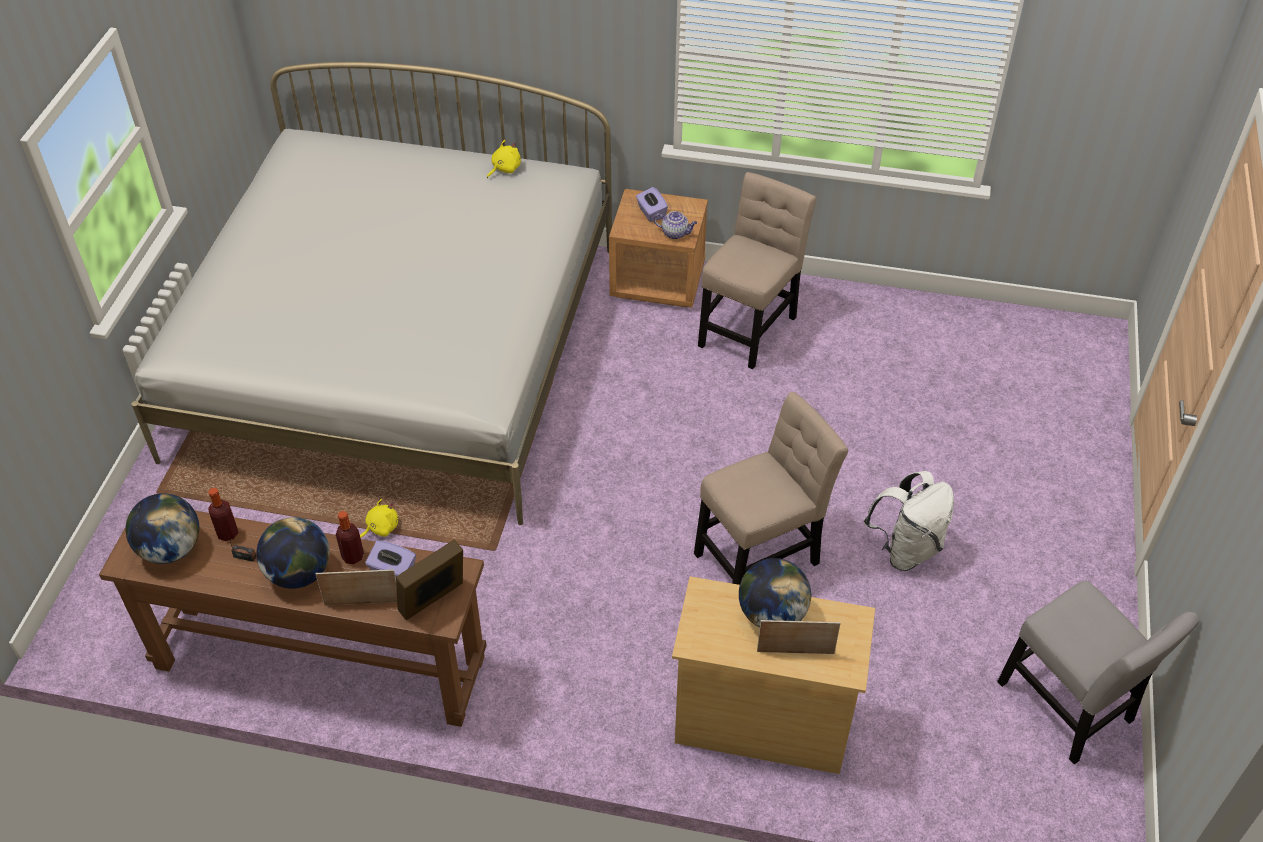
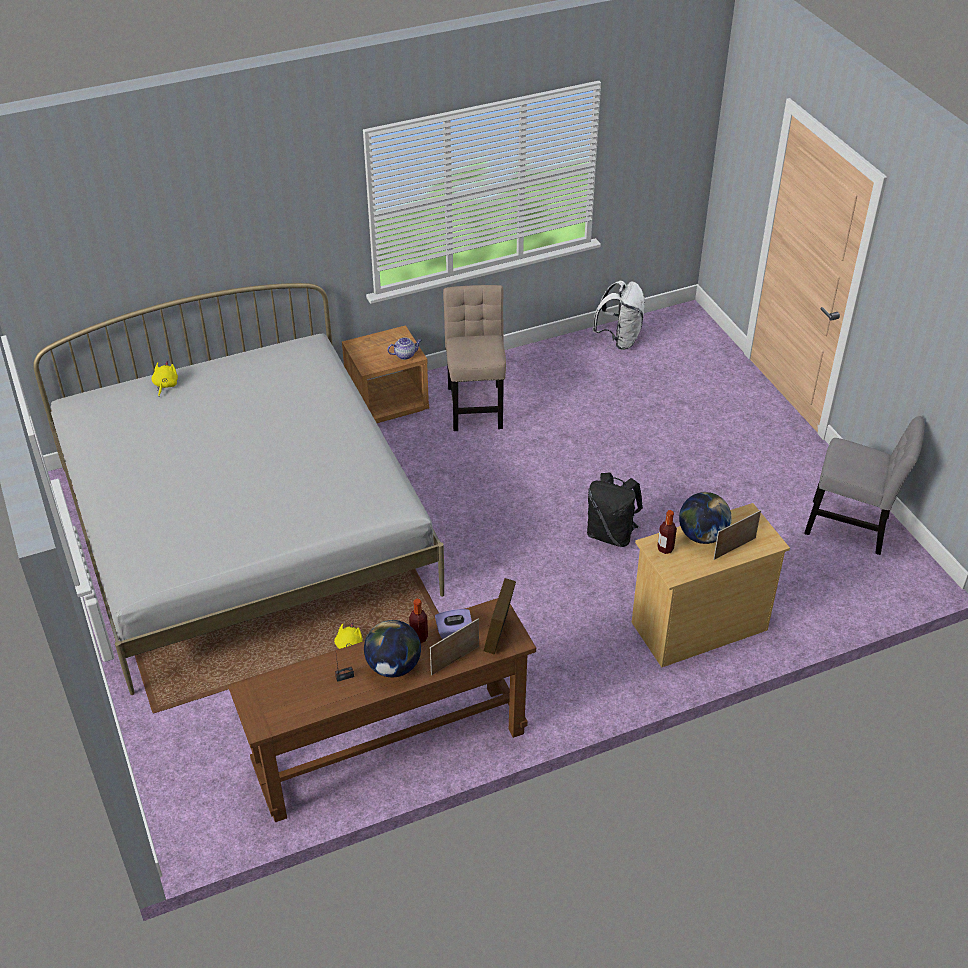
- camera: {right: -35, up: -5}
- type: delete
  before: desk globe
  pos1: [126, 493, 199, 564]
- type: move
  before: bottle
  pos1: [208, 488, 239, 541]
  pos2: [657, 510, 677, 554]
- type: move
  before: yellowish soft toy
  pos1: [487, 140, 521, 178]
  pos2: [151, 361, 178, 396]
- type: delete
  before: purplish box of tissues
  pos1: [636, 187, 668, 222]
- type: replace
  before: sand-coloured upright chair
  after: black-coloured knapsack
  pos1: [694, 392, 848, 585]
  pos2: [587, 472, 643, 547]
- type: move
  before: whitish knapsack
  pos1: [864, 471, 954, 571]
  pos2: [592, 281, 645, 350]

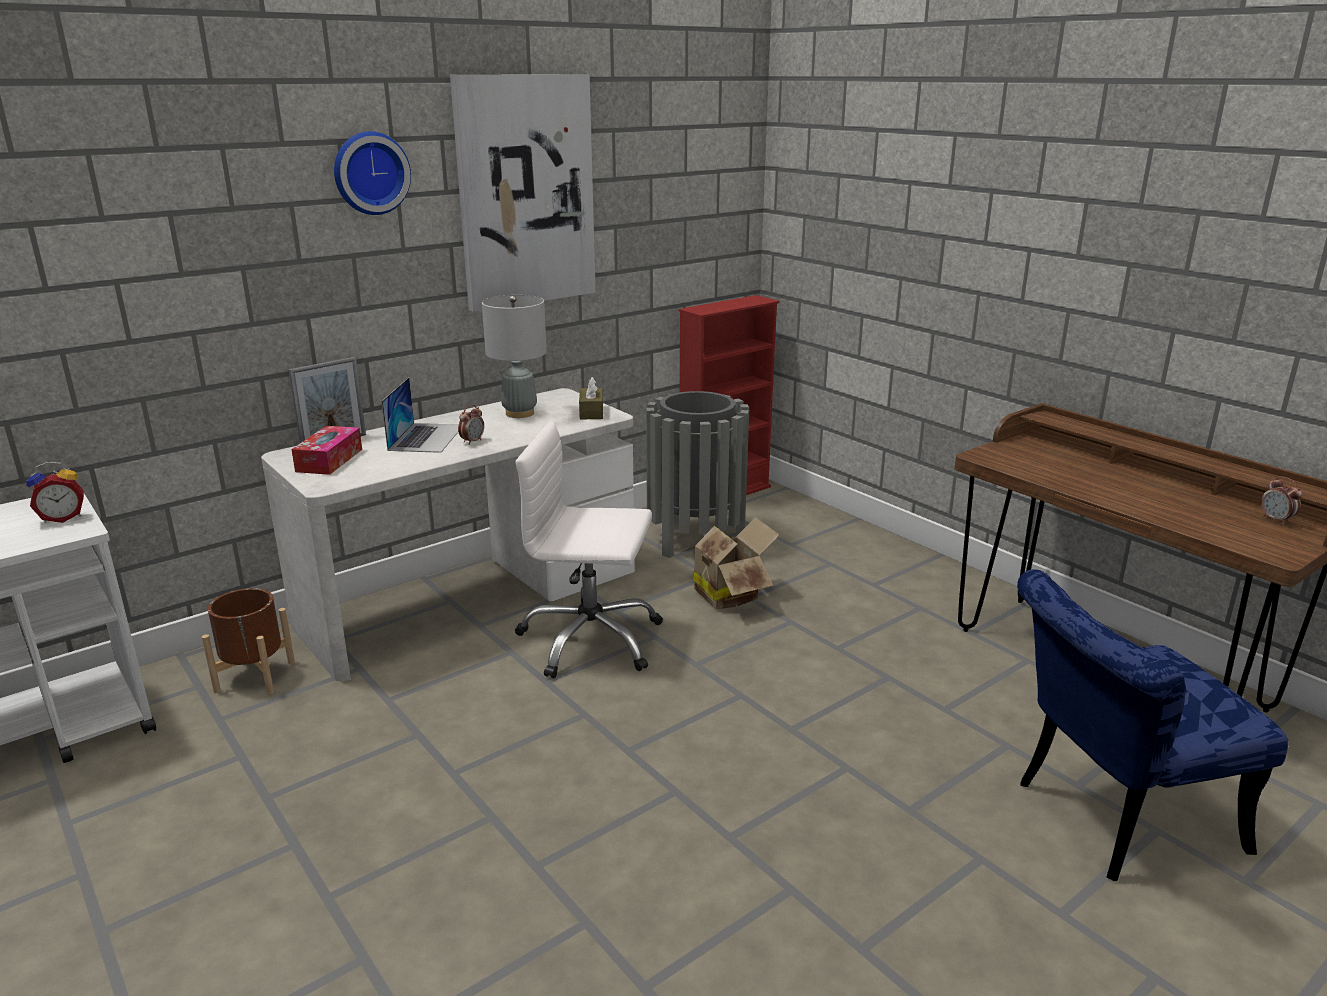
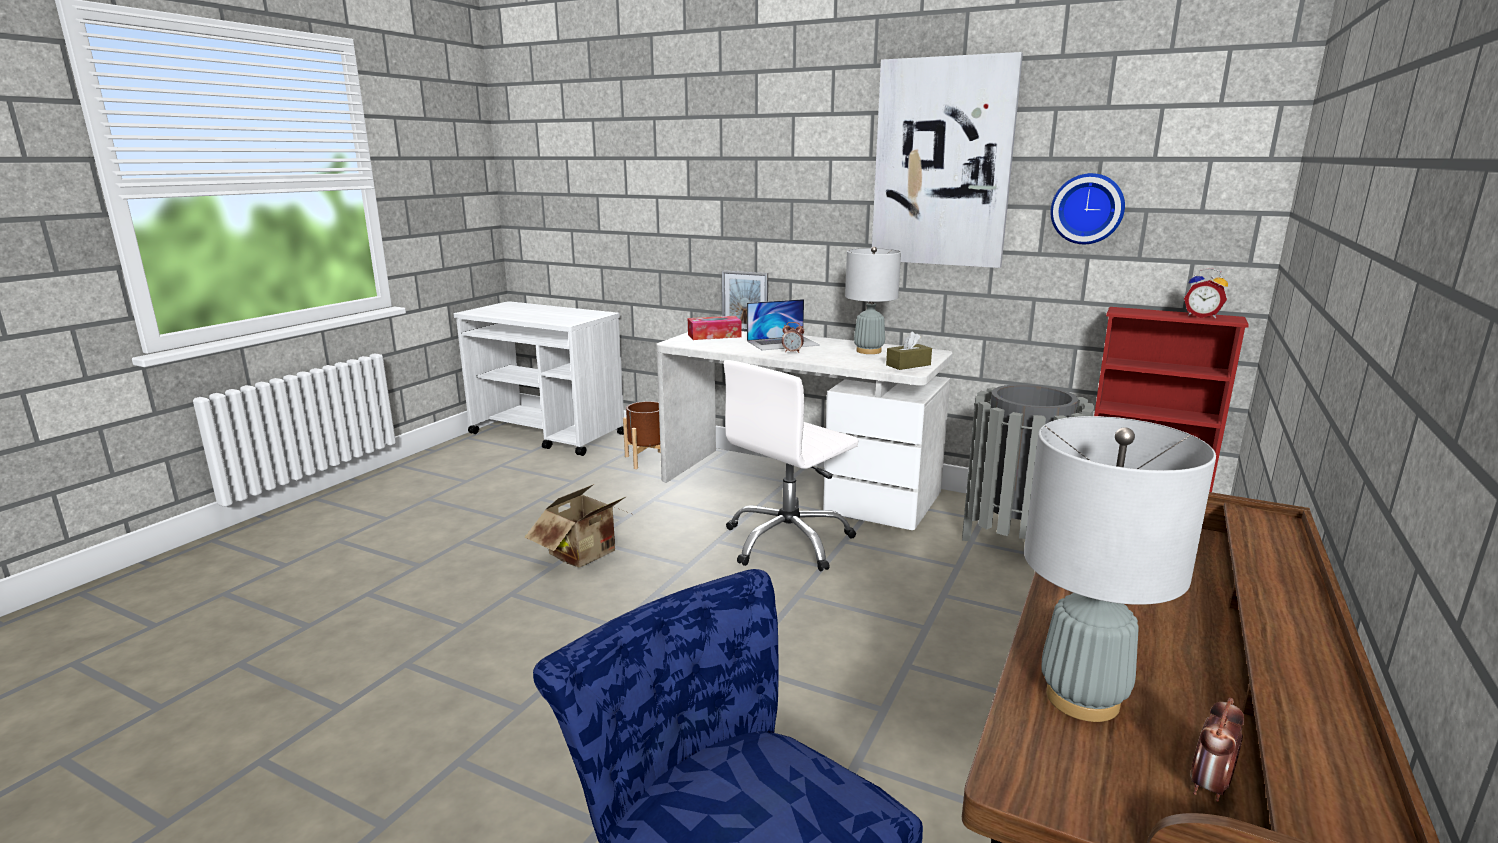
- camera: {right: 65, up: -5}
- type: move
  before: table clock
  pos1: [26, 462, 84, 523]
  pos2: [1184, 268, 1228, 318]
- type: move
  before: clock on the wall
  pos1: [334, 131, 411, 215]
  pos2: [1050, 173, 1125, 244]
- type: rotate
  before: whitish desk chair
  pos1: [515, 422, 663, 678]
  pos2: [724, 360, 858, 571]
  turn: -120
- type: move
  before: carton
  pos1: [683, 517, 780, 610]
  pos2: [525, 484, 634, 568]
- type: insert
  after: greyish tabletop lamp
  pos2: [1024, 416, 1216, 722]

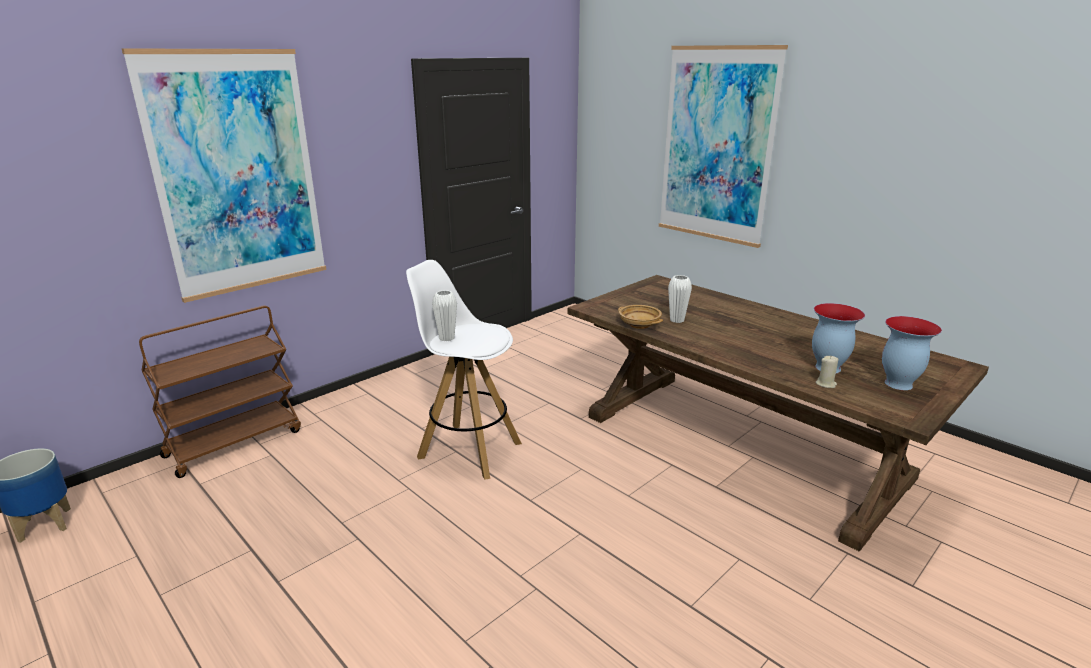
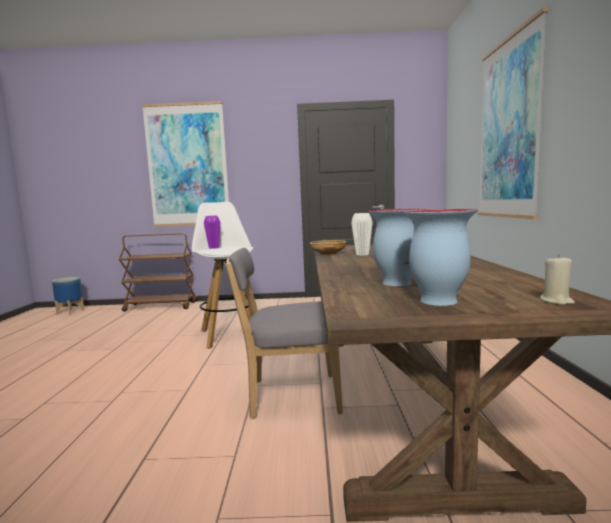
- camera: {right: 45, up: -15}
- type: recolor
  before: whitish flower vase
  after: purplish flower vase
  pos1: [432, 290, 457, 341]
  pos2: [204, 216, 220, 249]
- type: move
  before: sand-coloured candle
  pos1: [816, 356, 838, 388]
  pos2: [540, 255, 575, 305]
- type: insert
  after: greyish upright chair
  pos2: [225, 248, 343, 419]

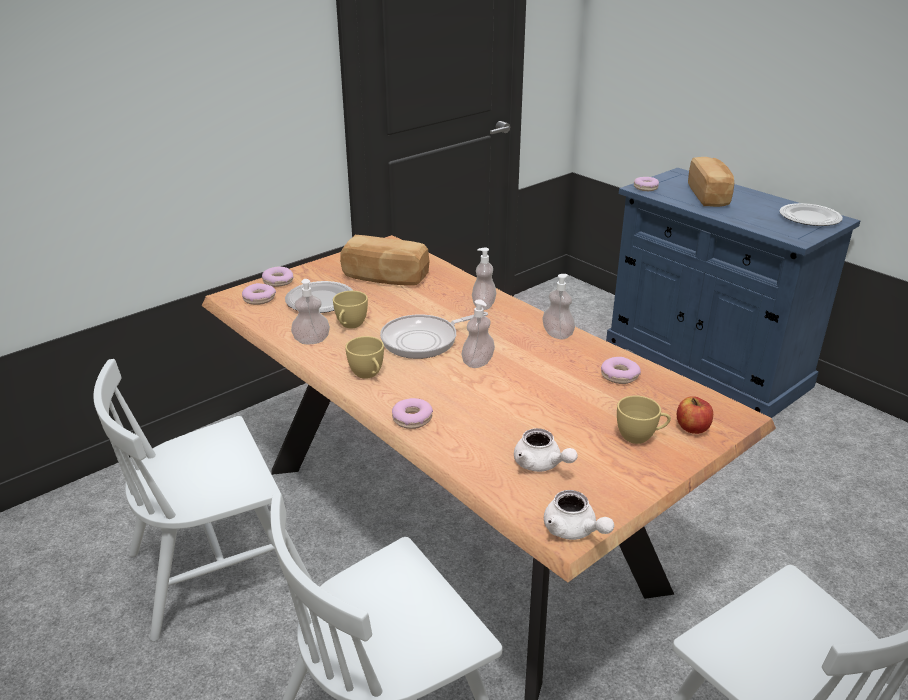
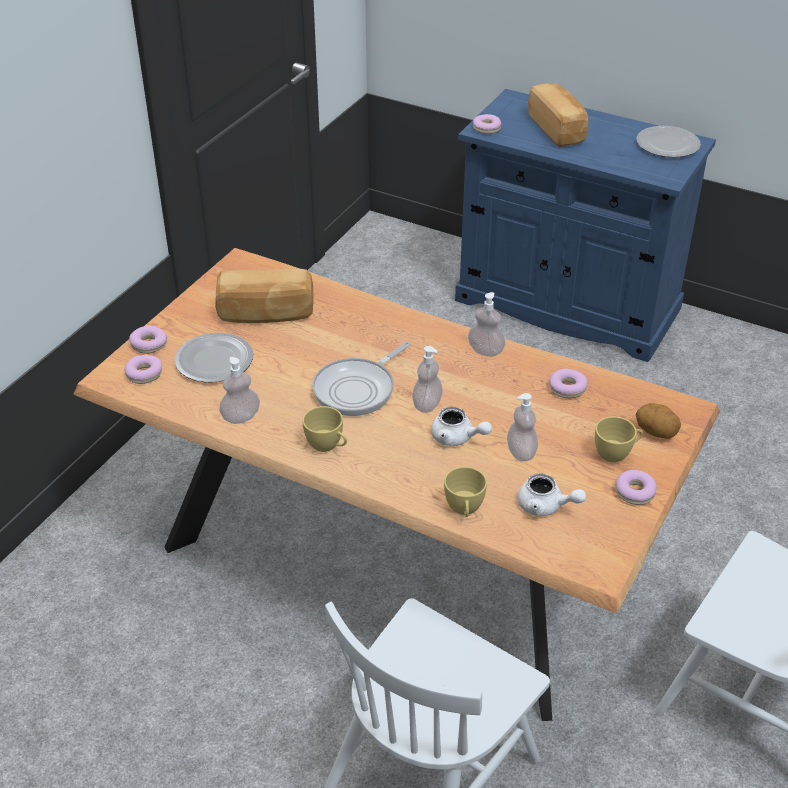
- camera: {right: -20, up: 10}
- type: delete
  before: whitish upright chair
  pos1: [93, 359, 280, 641]
- type: move
  before: yellowish small cup
  pos1: [333, 291, 368, 328]
  pos2: [444, 467, 487, 517]
- type: move
  before: doughnut
  pos1: [392, 398, 433, 429]
  pos2: [615, 470, 657, 505]
- type: move
  before: soap dispenser
  pos1: [472, 247, 496, 310]
  pos2: [507, 393, 538, 462]
- type: move
  before: whitish teapot
  pos1: [544, 490, 614, 540]
  pos2: [431, 407, 492, 446]
- type: replace
  before: apple
  after: spud
  pos1: [677, 396, 713, 434]
  pos2: [636, 403, 681, 439]

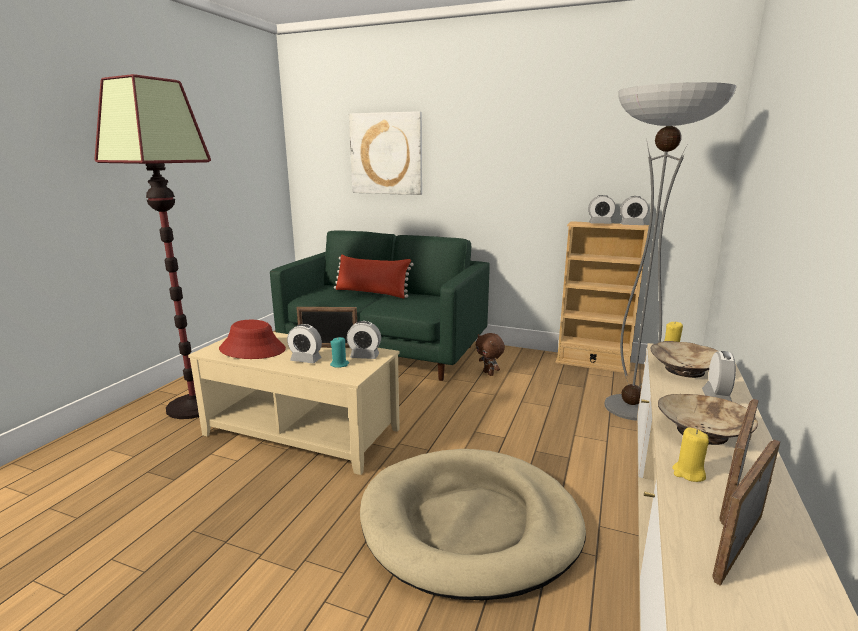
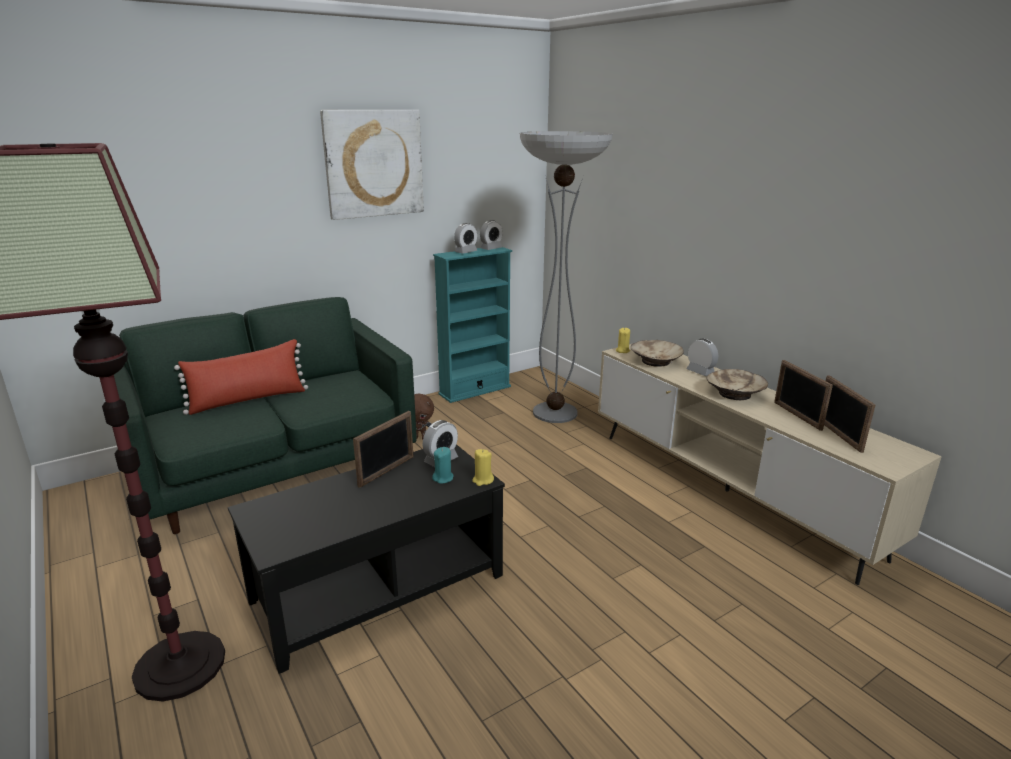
- camera: {right: -55, up: 5}
- type: recolor
  before: sand-coloured coffee table
  after: black-coloured coffee table
  pos1: [188, 332, 400, 475]
  pos2: [228, 444, 505, 674]
- type: delete
  before: red hat
  pos1: [219, 320, 286, 359]
- type: delete
  before: table clock
  pos1: [287, 324, 322, 363]
- type: move
  before: wall picture
  pos1: [349, 111, 422, 195]
  pos2: [320, 110, 424, 220]
- type: delete
  before: sand-coloured dog cushion
  pos1: [360, 449, 586, 601]
- type: recolor
  before: sand-coloured bookcase
  after: turquoise-coloured bookcase
  pos1: [556, 221, 649, 374]
  pos2: [433, 247, 512, 403]
- type: move
  before: yellowish candle
  pos1: [672, 427, 709, 482]
  pos2: [472, 449, 494, 486]

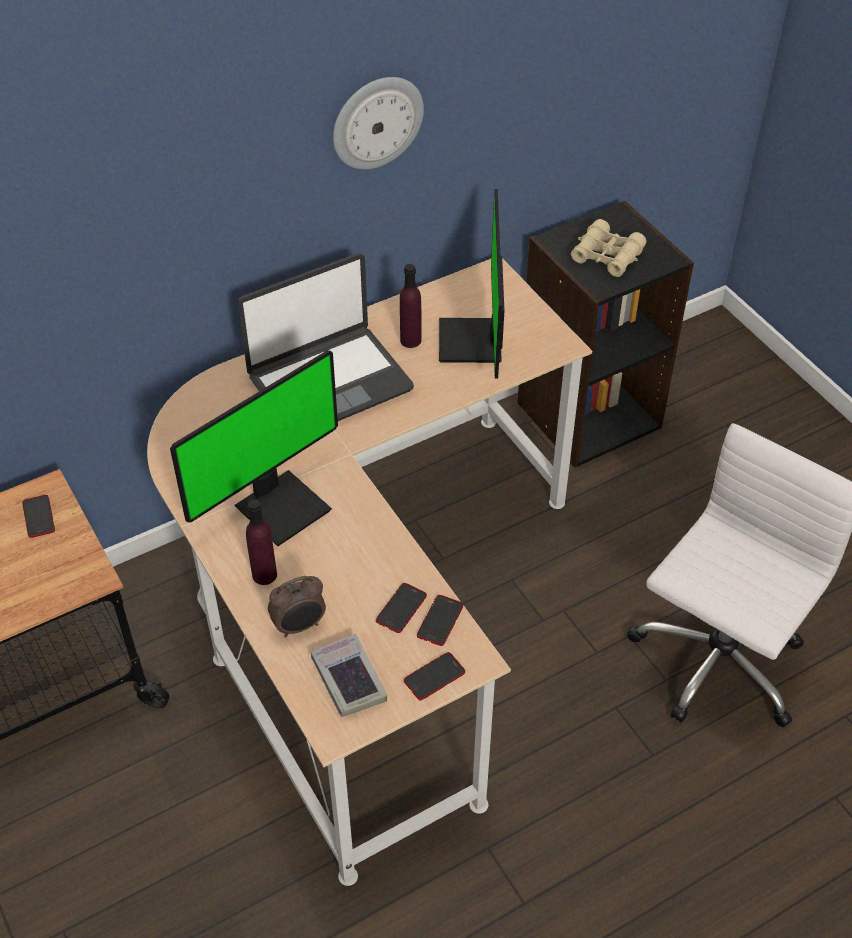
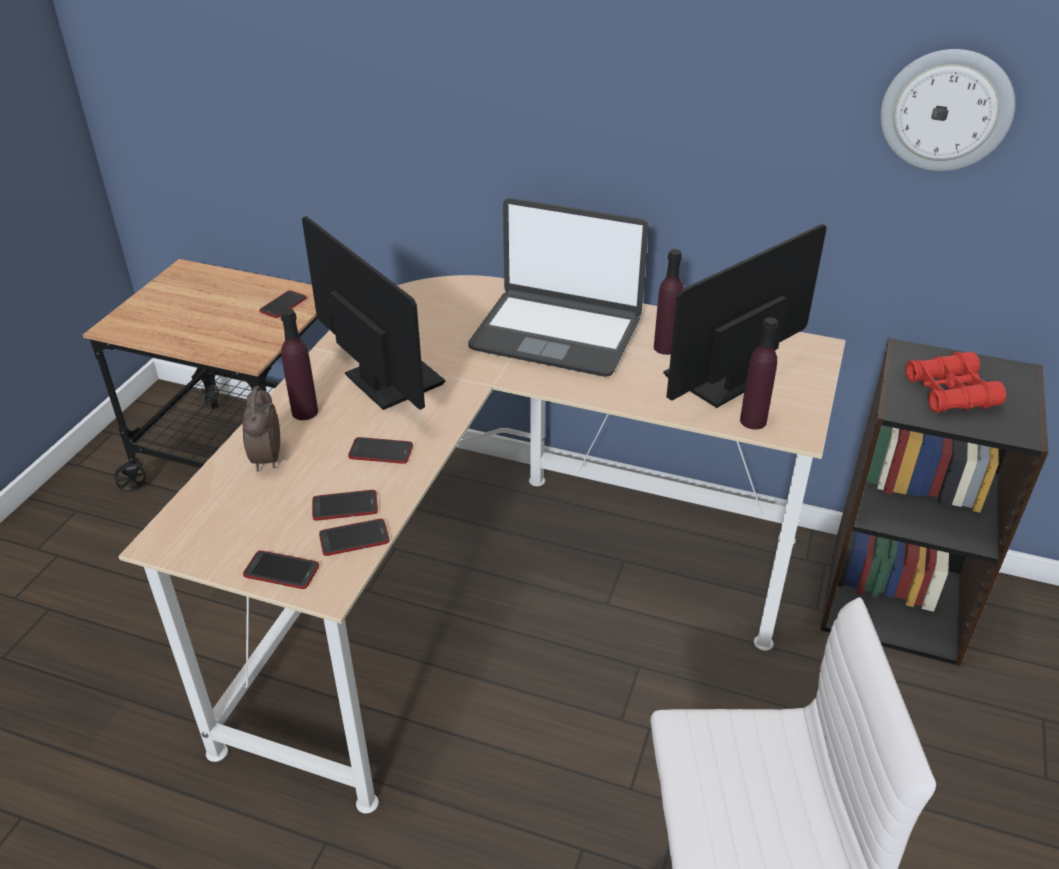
- camera: {right: 50, up: -10}
- type: rotate
  before: computer display
  pos1: [170, 350, 338, 546]
  pos2: [302, 216, 445, 410]
  turn: -135
- type: rotate
  before: table clock
  pos1: [268, 576, 326, 638]
  pos2: [242, 386, 280, 472]
  turn: 60
- type: delete
  before: volume
  pos1: [311, 634, 387, 717]
- type: move
  before: clock on the wall
  pos1: [333, 77, 424, 169]
  pos2: [880, 49, 1015, 171]
- type: recolor
  before: sand-coloured binoculars
  after: red binoculars
  pos1: [571, 219, 646, 277]
  pos2: [906, 352, 1006, 413]
- type: insert
  after: telephone
  pos2: [348, 437, 413, 464]
- type: insert
  after: purplish bottle
  pos2: [740, 317, 778, 429]

